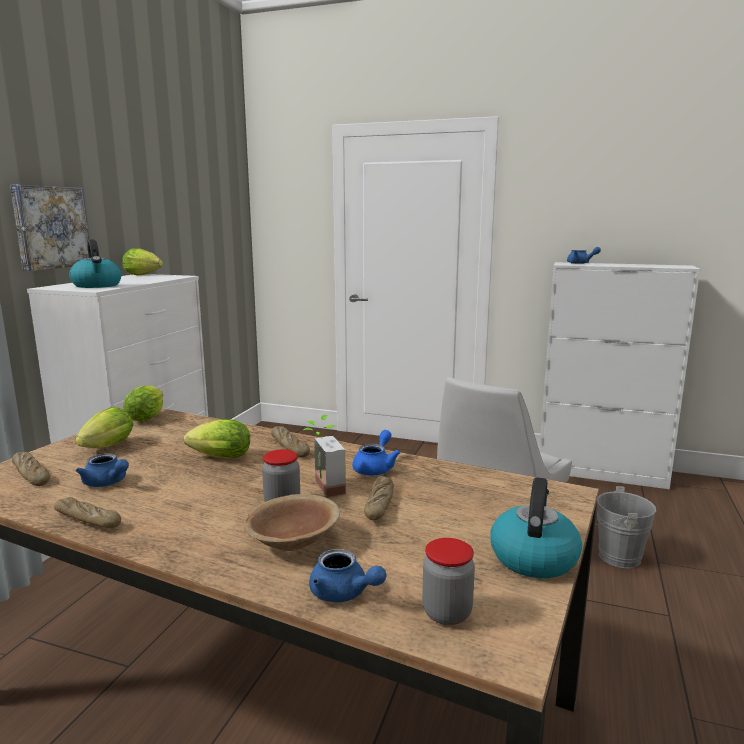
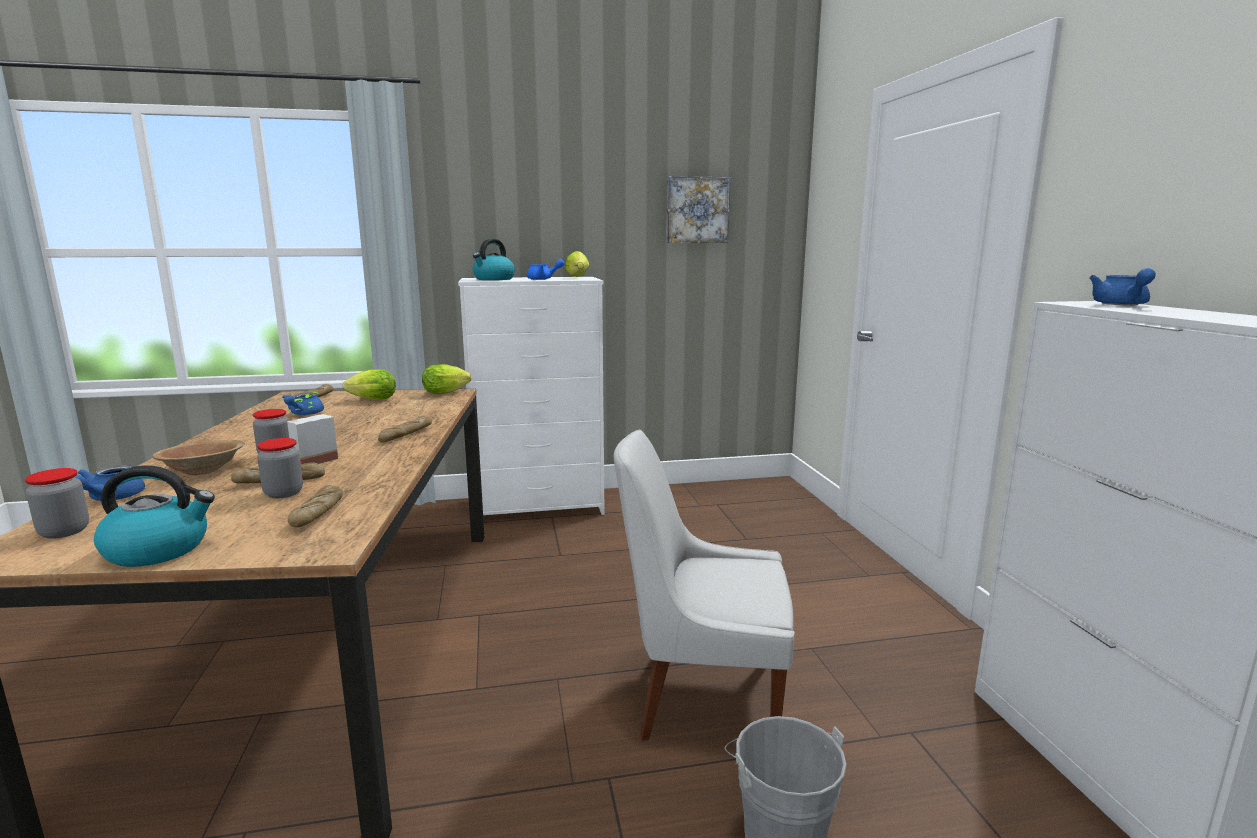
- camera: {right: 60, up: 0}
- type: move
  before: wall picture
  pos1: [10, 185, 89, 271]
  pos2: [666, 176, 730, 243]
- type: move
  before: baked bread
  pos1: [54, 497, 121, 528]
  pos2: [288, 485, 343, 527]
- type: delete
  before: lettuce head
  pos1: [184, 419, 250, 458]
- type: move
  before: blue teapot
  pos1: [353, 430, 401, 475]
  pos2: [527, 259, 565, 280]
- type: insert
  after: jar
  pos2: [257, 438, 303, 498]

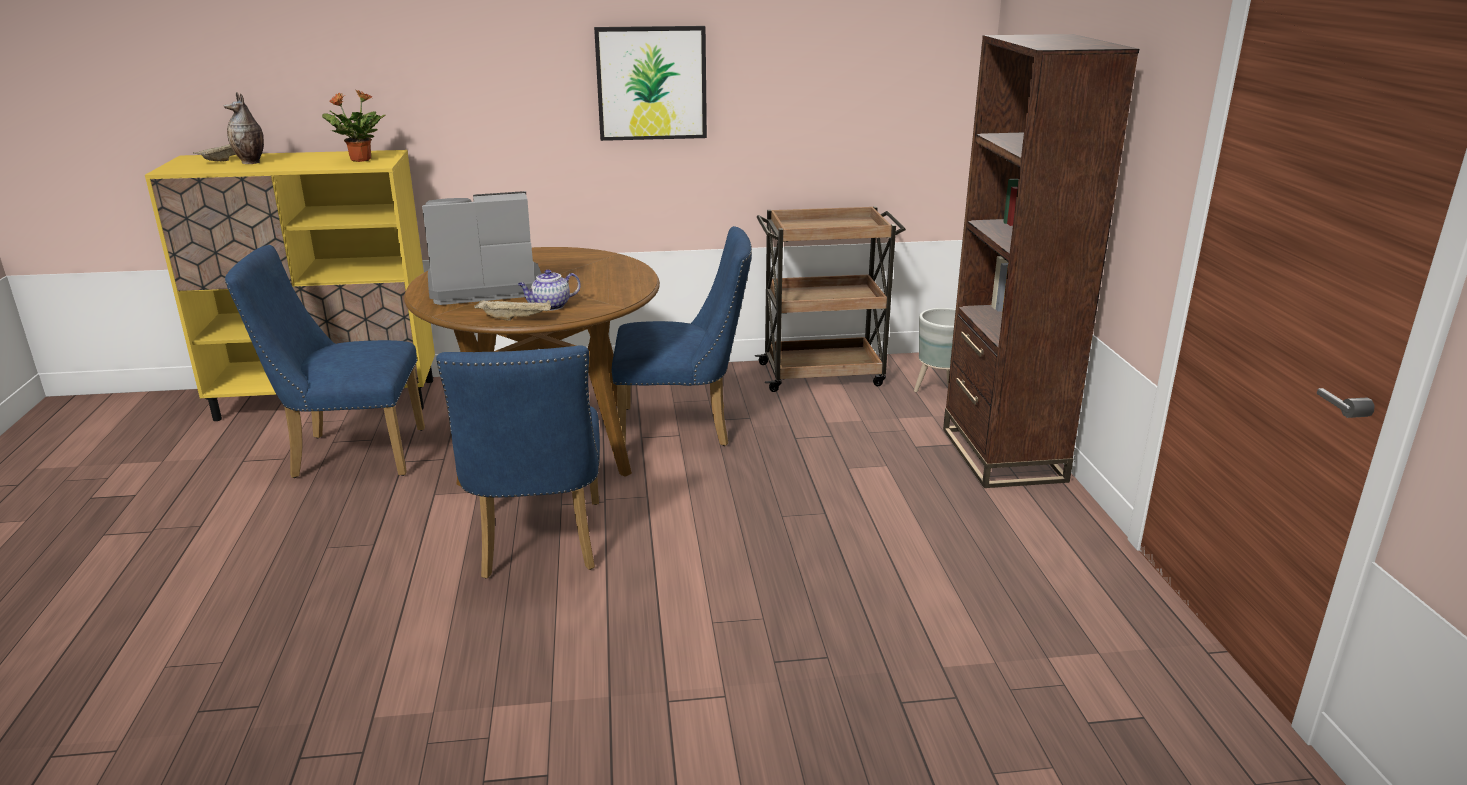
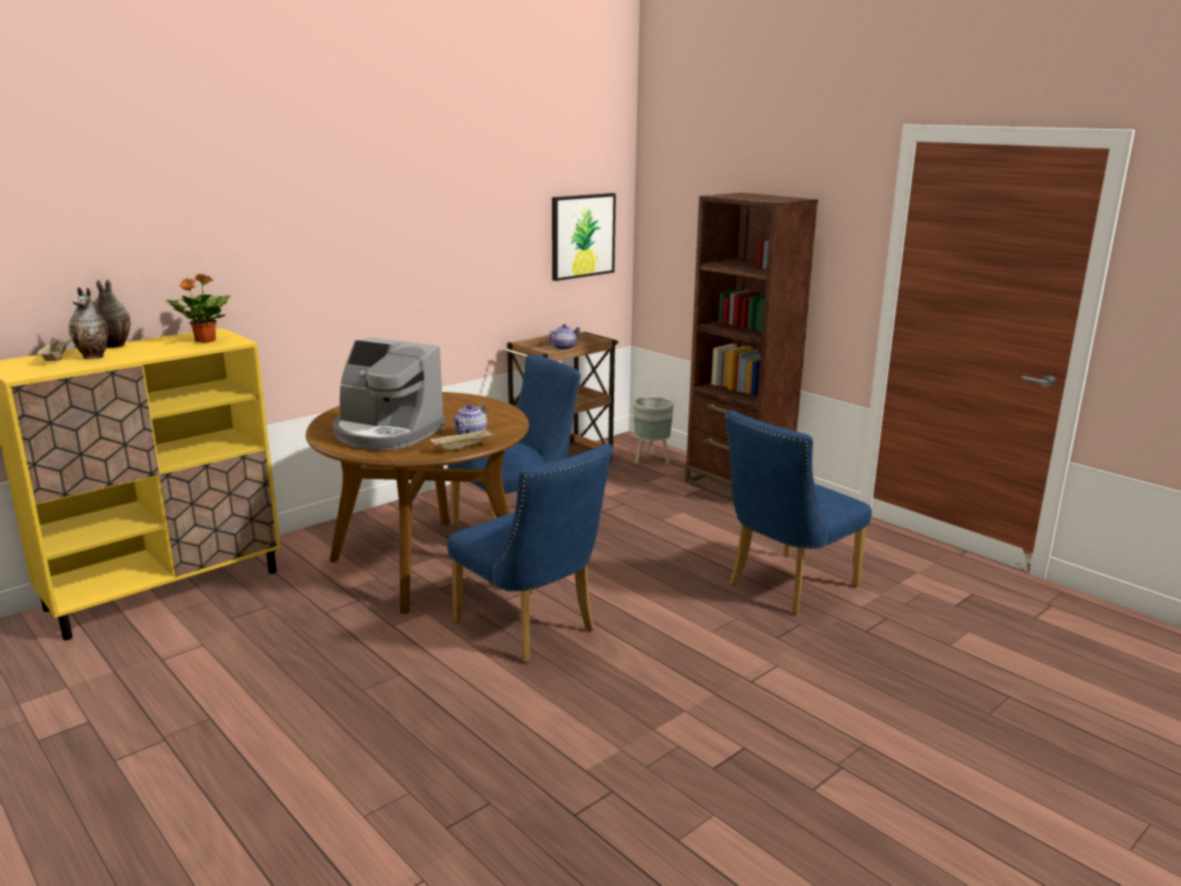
- camera: {right: -35, up: -5}
- type: move
  before: blue upright chair
  pos1: [225, 245, 425, 478]
  pos2: [725, 410, 872, 614]
- type: rotate
  before: coffee maker
  pos1: [422, 191, 542, 305]
  pos2: [333, 337, 445, 450]
  turn: -105
- type: move
  before: wall picture
  pos1: [594, 26, 707, 141]
  pos2: [552, 193, 616, 281]
- type: insert
  after: flower vase
  pos2: [95, 279, 131, 348]
- type: insert
  after: teapot
  pos2: [548, 324, 580, 350]

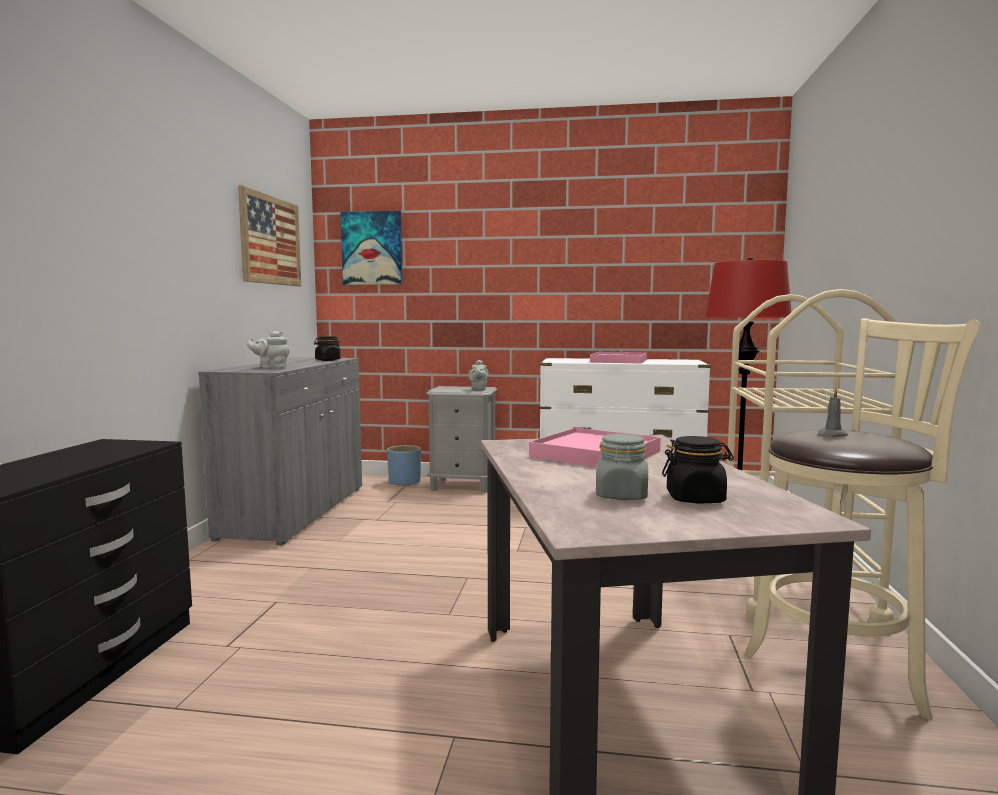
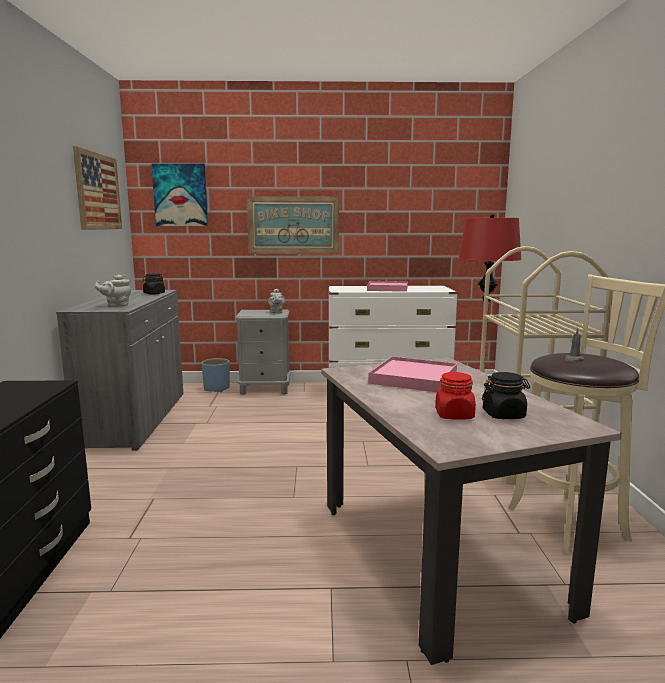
- camera: {right: -10, up: 5}
- type: recolor
  before: greyish jar
  after: red jar
  pos1: [596, 434, 648, 500]
  pos2: [435, 372, 476, 420]
- type: insert
  after: wall picture
  pos2: [247, 196, 339, 254]

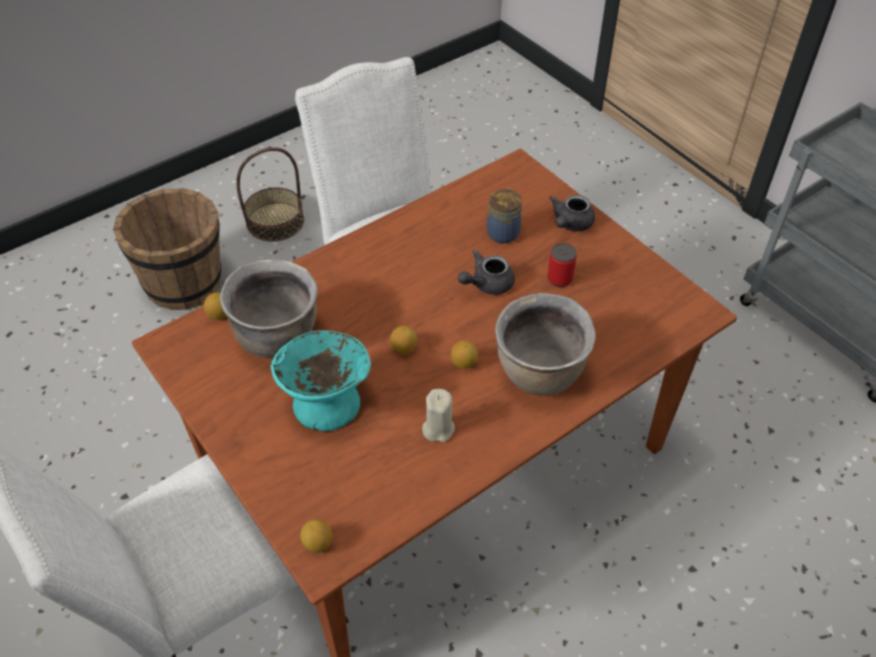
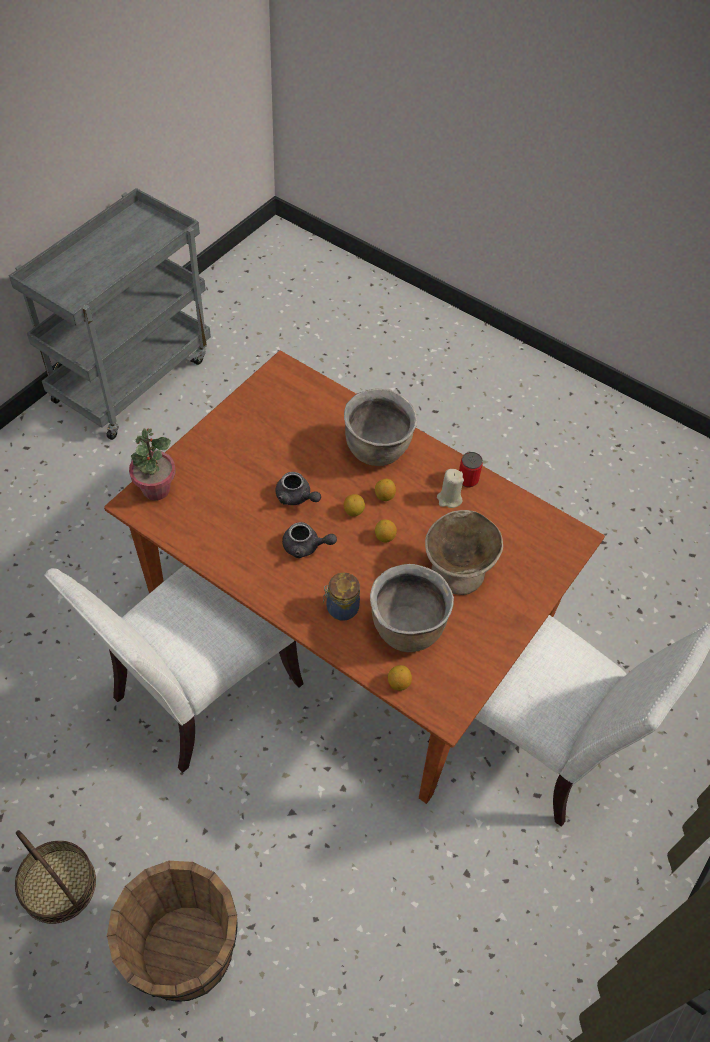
- camera: {right: -110, up: 5}
- type: recolor
  before: turquoise-coloured serving bowl
  after: sand-coloured serving bowl
  pos1: [270, 330, 371, 432]
  pos2: [425, 510, 503, 595]
- type: move
  before: lemon
  pos1: [300, 519, 333, 553]
  pos2: [344, 494, 365, 517]
- type: move
  before: jar
  pos1: [487, 189, 522, 243]
  pos2: [323, 573, 360, 621]
- type: move
  before: metal can
  pos1: [547, 243, 577, 287]
  pos2: [459, 452, 483, 487]
- type: move
  before: greyish teapot
  pos1: [549, 195, 595, 231]
  pos2: [282, 522, 337, 558]
- type: insert
  after: plant in a pot
  pos2: [129, 428, 176, 501]

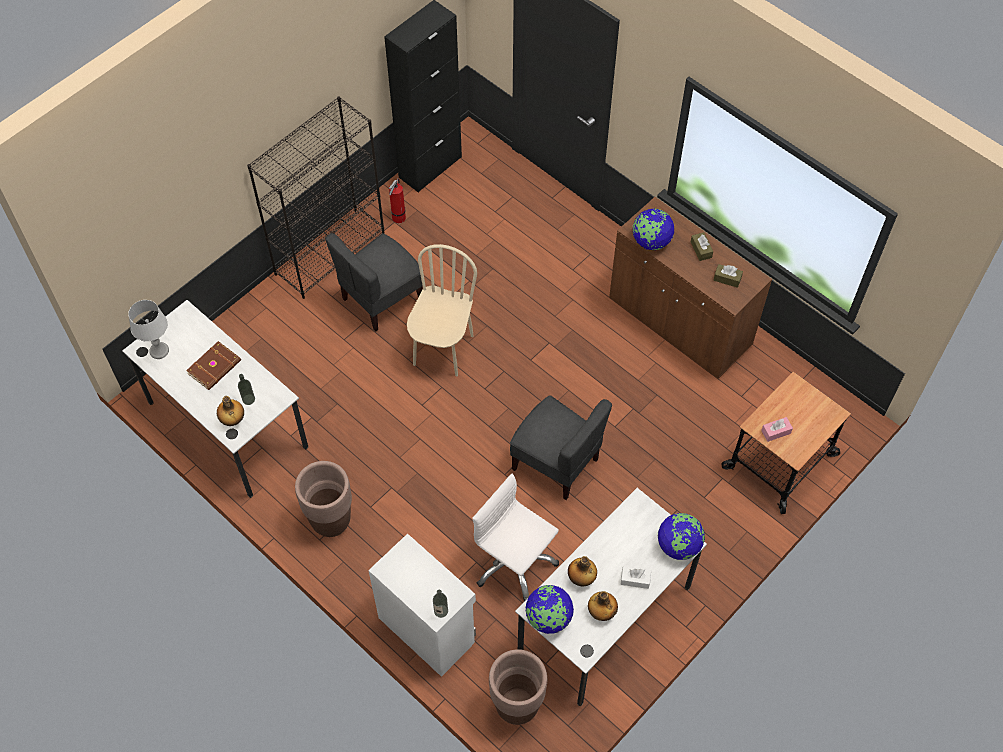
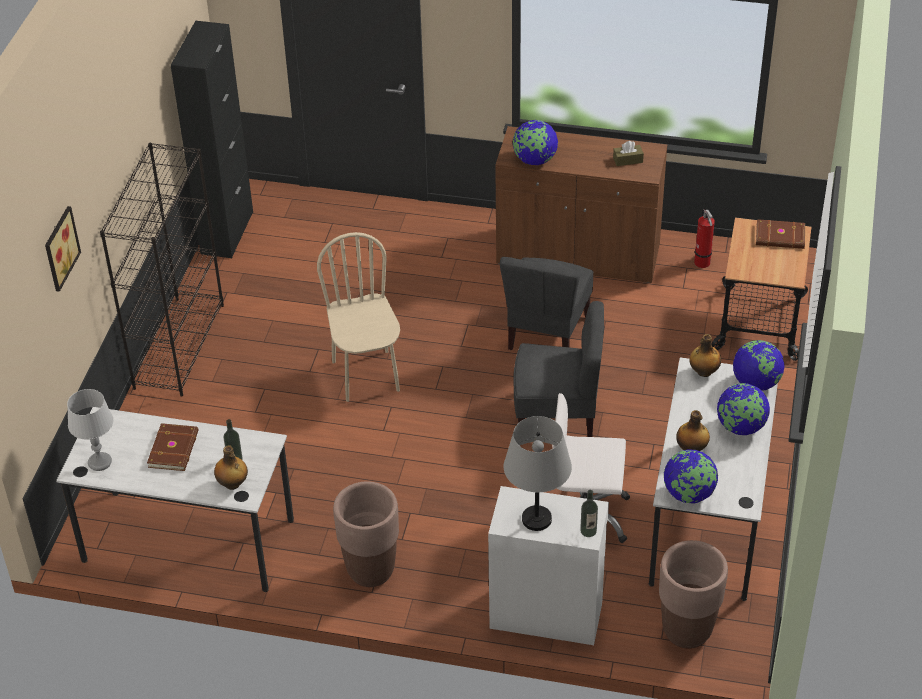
- camera: {right: -30, up: -15}
- type: move
  before: greyish upright chair
  pos1: [325, 233, 423, 332]
  pos2: [500, 257, 594, 350]
- type: move
  before: fire extinguisher
  pos1: [389, 178, 406, 223]
  pos2: [694, 209, 715, 268]
- type: move
  before: bottle
  pos1: [588, 591, 618, 621]
  pos2: [689, 334, 721, 377]
- type: replace
  before: whitish box of tissues
  after: desk globe
  pos1: [621, 566, 651, 589]
  pos2: [717, 383, 770, 435]
- type: delete
  before: brownish box of tissues
  pos1: [691, 232, 713, 261]
- type: delete
  before: pink box of tissues
  pos1: [761, 417, 793, 442]
- type: insert
  after: wall picture
  pos2: [45, 206, 81, 292]
- type: insert
  after: greyish tabletop lamp
  pos2: [504, 416, 572, 531]
- type: insert
  after: brownish volume
  pos2: [756, 219, 805, 249]

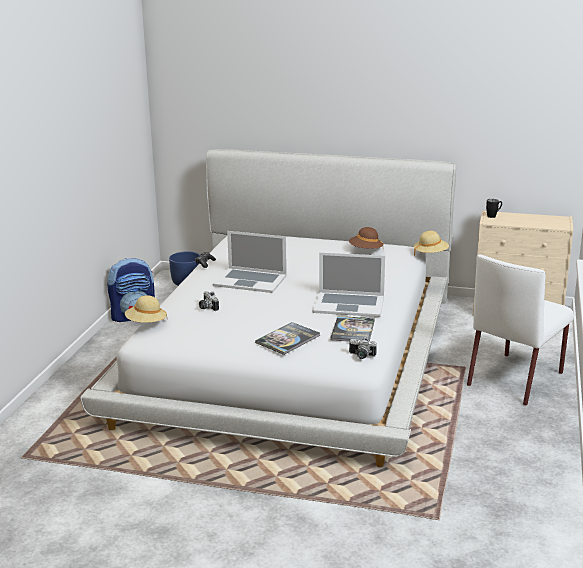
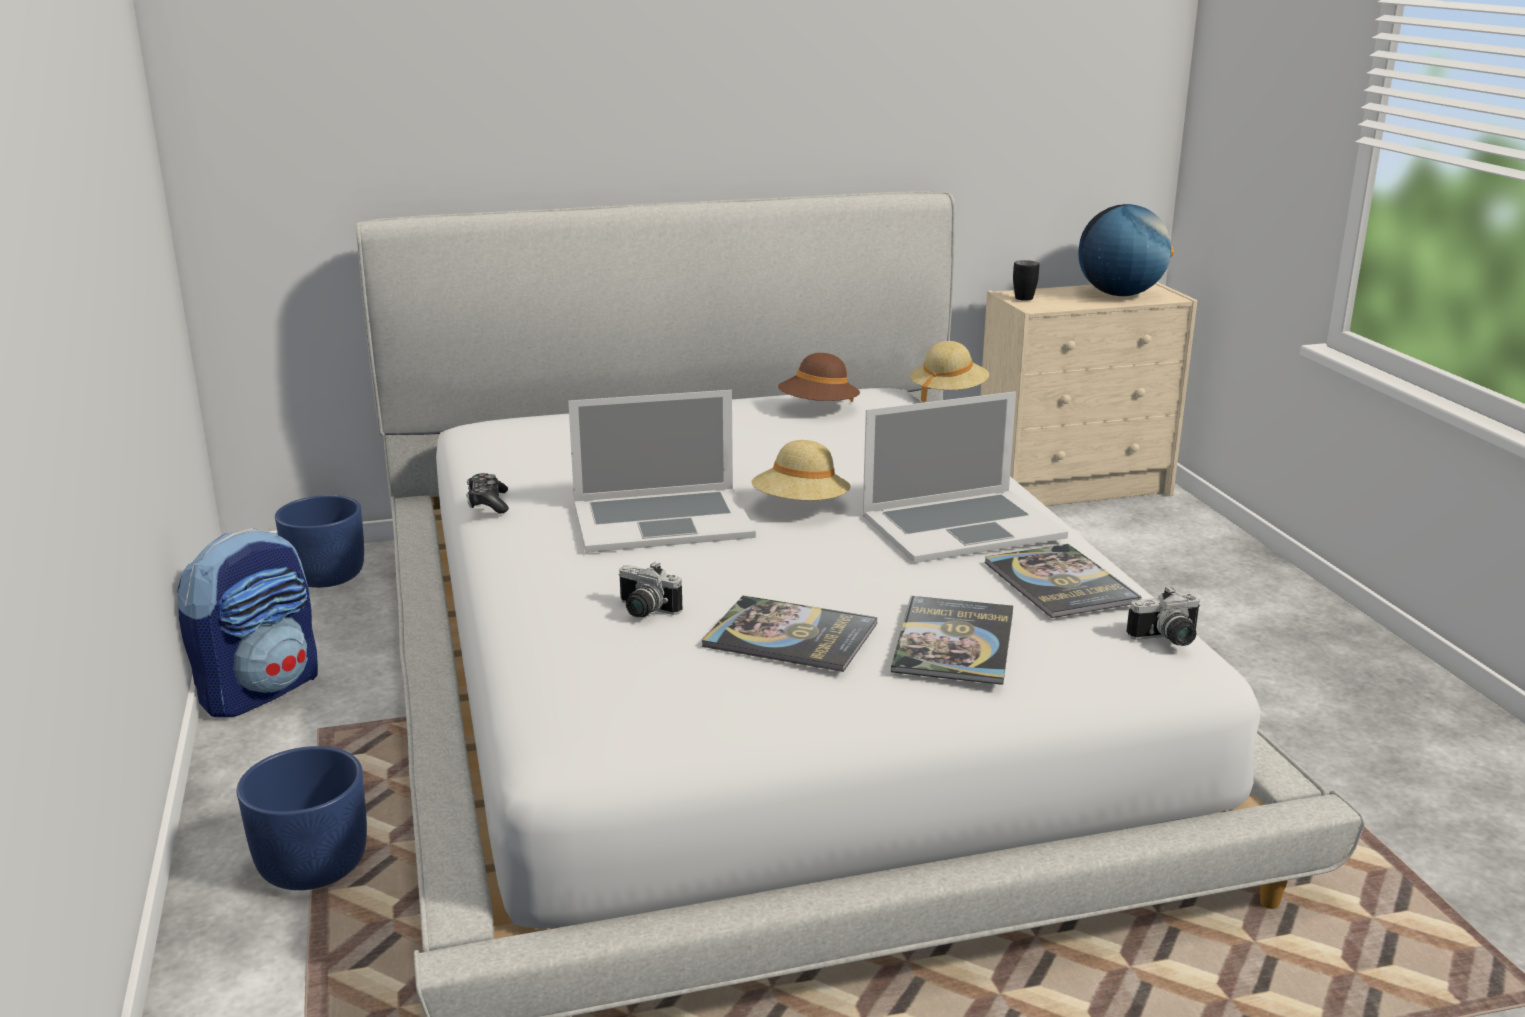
- camera: {right: -30, up: 0}
- type: move
  before: sand-coloured hat
  pos1: [125, 295, 167, 323]
  pos2: [752, 440, 851, 501]
- type: delete
  before: whitish upright chair
  pos1: [467, 254, 574, 406]
- type: insert
  after: blue flower pot
  pos2: [237, 746, 367, 890]
- type: insert
  after: volume
  pos2: [702, 595, 877, 672]
- type: insert
  after: desk globe
  pos2: [1078, 204, 1174, 296]

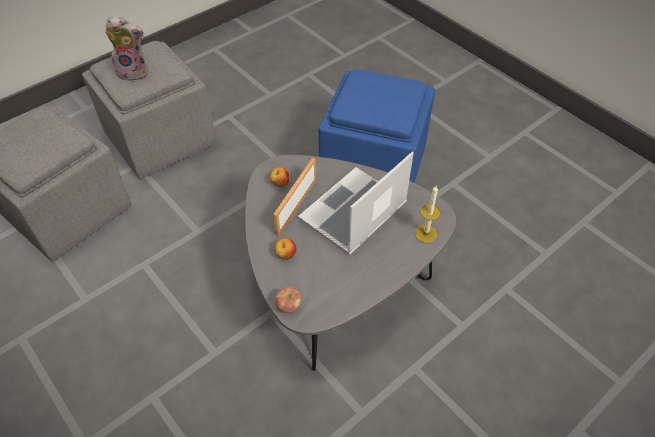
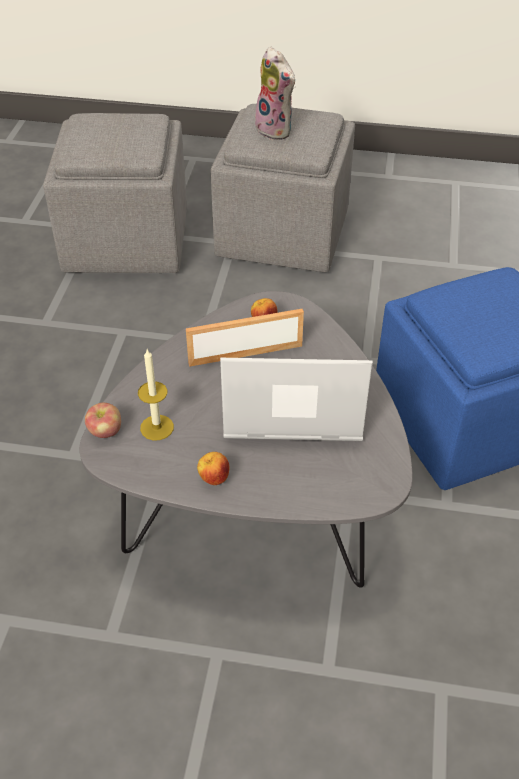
- camera: {right: 50, up: -5}
- type: move
  before: apple
  pos1: [275, 238, 296, 259]
  pos2: [197, 452, 229, 485]
- type: move
  before: candle
  pos1: [415, 186, 441, 243]
  pos2: [138, 349, 174, 440]

